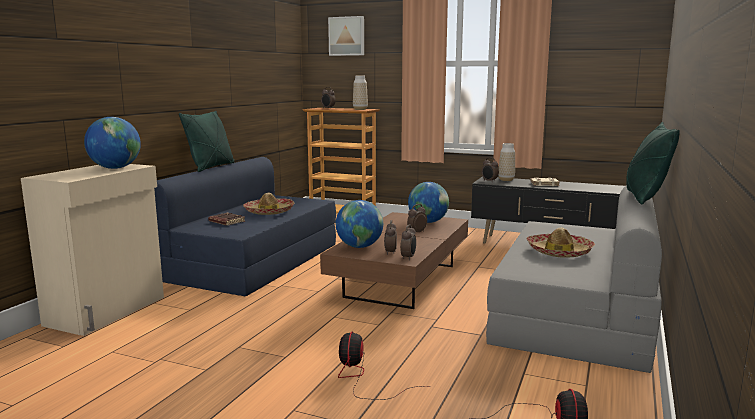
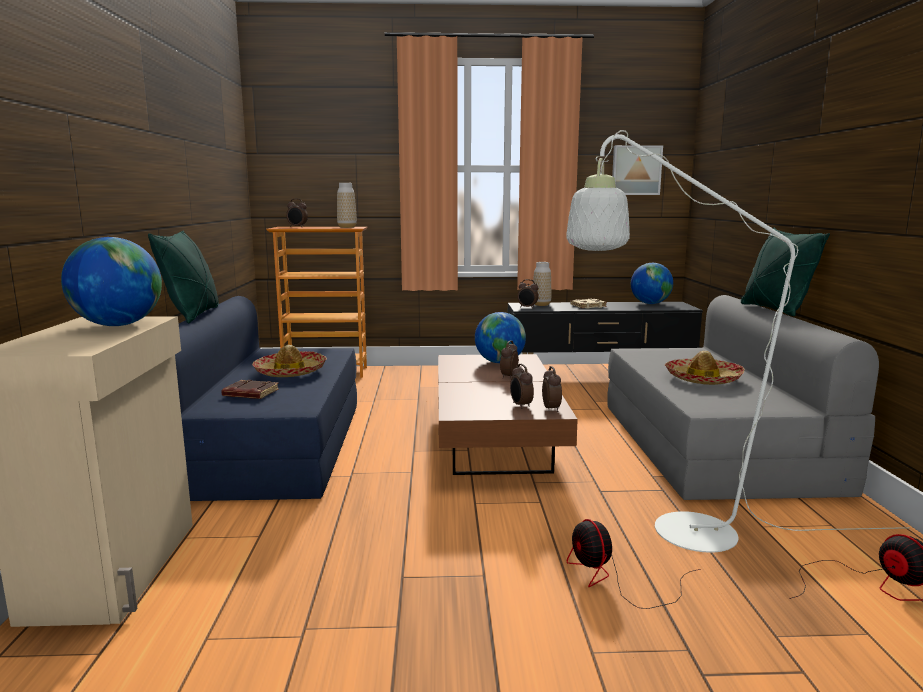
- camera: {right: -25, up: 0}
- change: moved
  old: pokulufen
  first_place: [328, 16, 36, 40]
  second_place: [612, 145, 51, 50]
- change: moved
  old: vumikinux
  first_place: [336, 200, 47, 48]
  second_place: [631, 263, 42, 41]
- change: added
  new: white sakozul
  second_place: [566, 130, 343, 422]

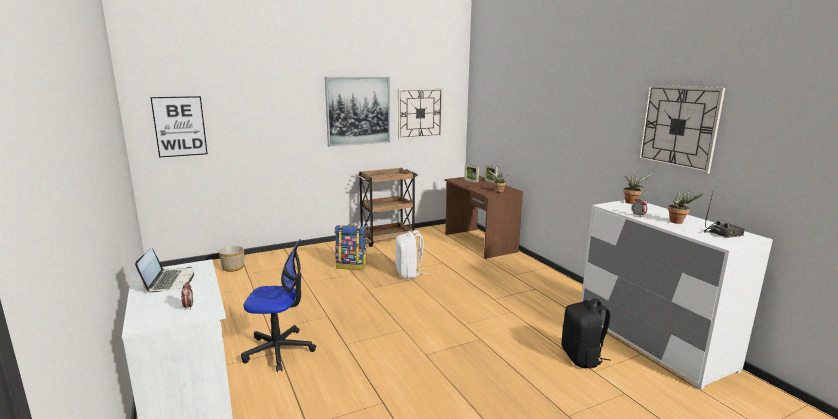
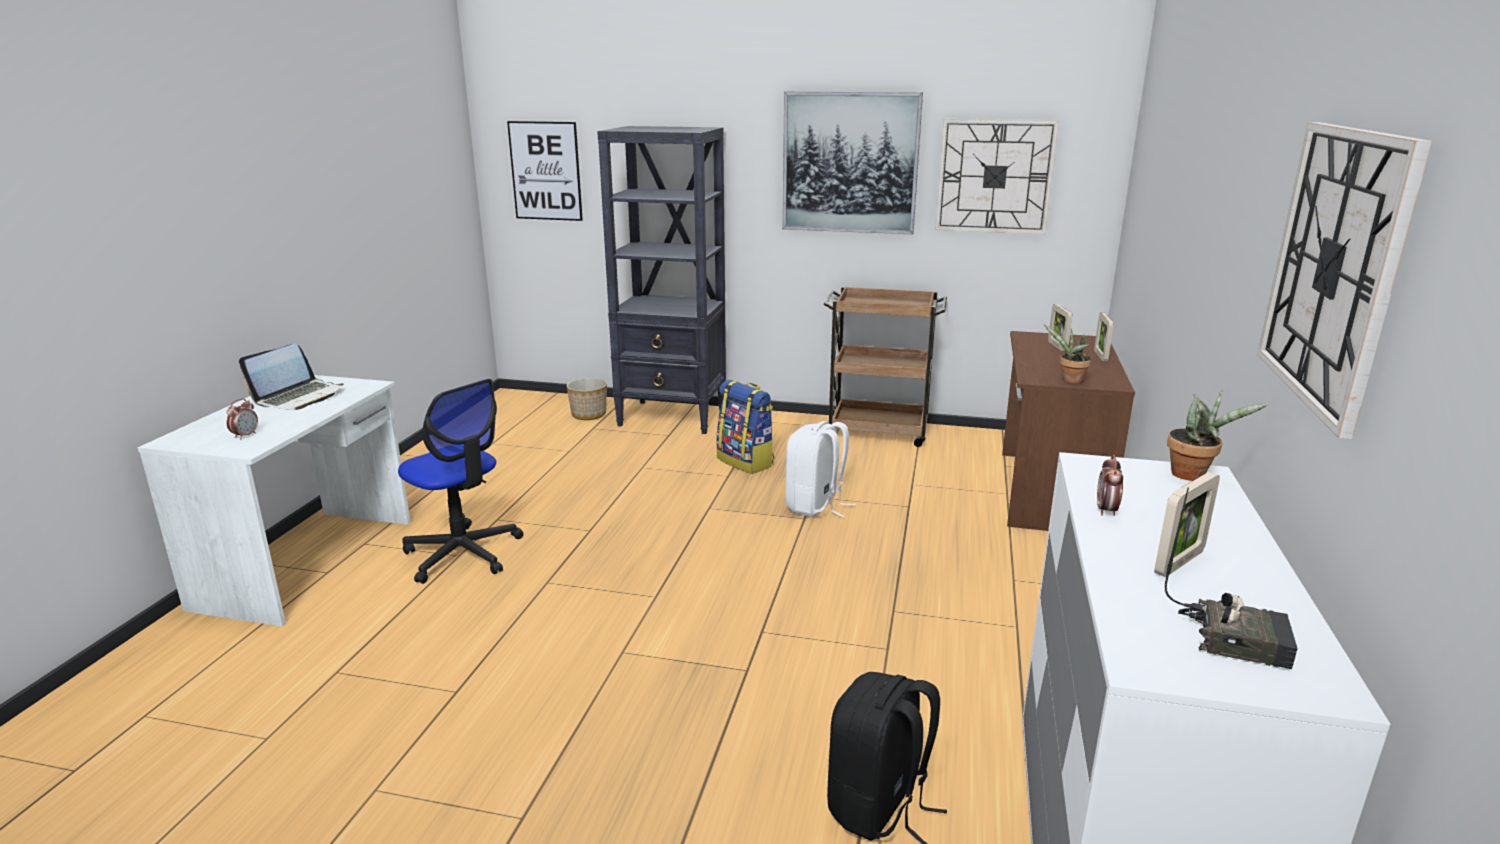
- camera: {right: 40, up: 5}
- change: replaced
  old: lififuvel
  new: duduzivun
  first_place: [668, 189, 36, 35]
  second_place: [1154, 472, 66, 105]
- change: added
  new: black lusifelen
  second_place: [597, 126, 129, 308]

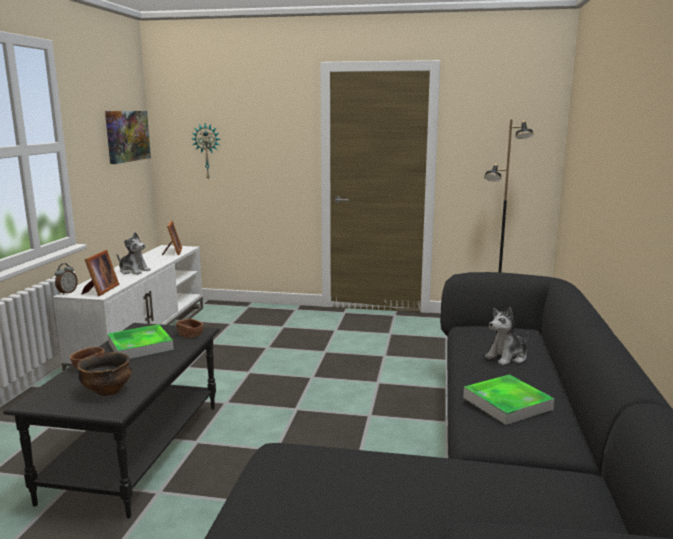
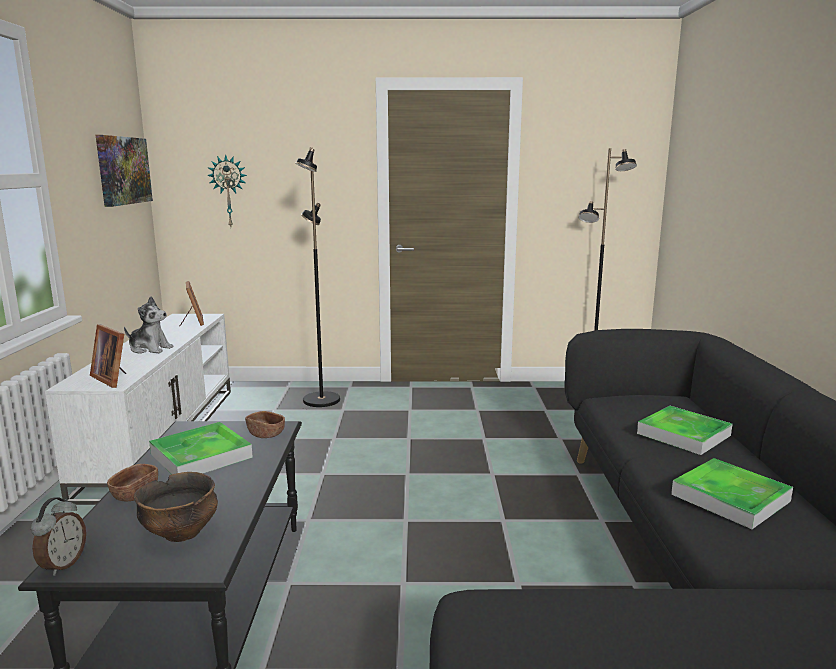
- camera: {right: -10, up: 0}
- change: turned
  old: duduzivun
  first_place: [81, 250, 38, 46]
  second_place: [90, 324, 37, 64]
  degrees: 135
- change: moved
  old: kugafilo
  first_place: [55, 263, 23, 32]
  second_place: [31, 497, 55, 79]
- change: replaced
  old: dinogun
  new: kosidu
  first_place: [485, 307, 44, 59]
  second_place: [637, 406, 95, 49]
- change: added
  new: black sakozul
  second_place: [295, 147, 45, 260]

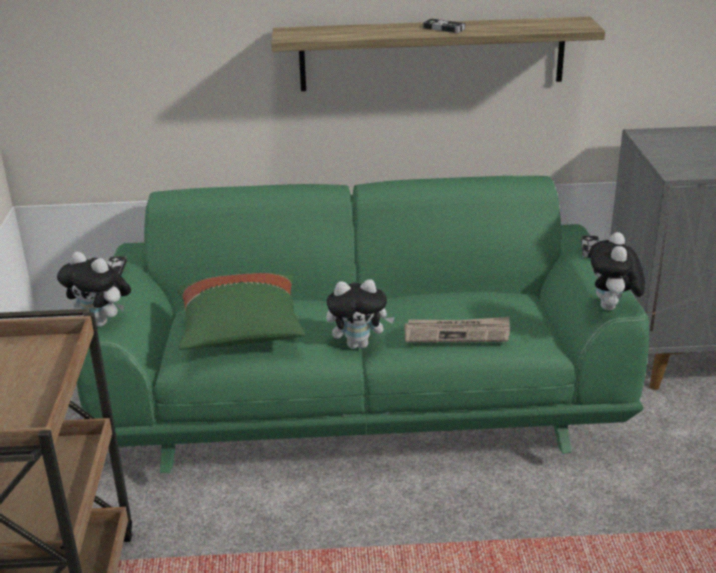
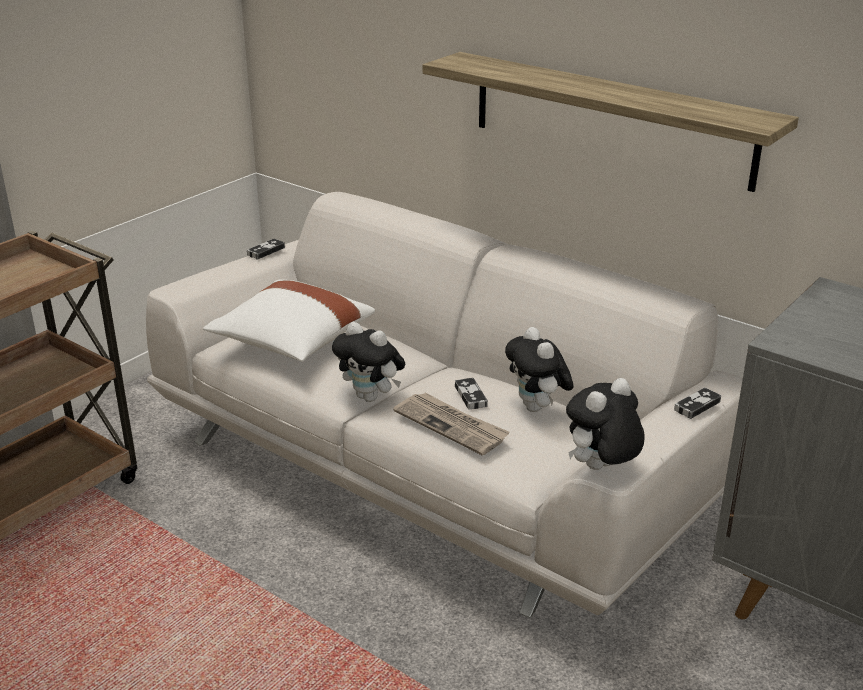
- camera: {right: 40, up: 0}
- change: moved
  old: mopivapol
  first_place: [423, 19, 43, 14]
  second_place: [455, 378, 33, 32]
- change: recoloured
  old: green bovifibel
  new: white bovifibel
  first_place: [76, 176, 573, 297]
  second_place: [146, 192, 597, 426]
- change: moved
  old: dinogun
  first_place: [57, 251, 74, 76]
  second_place: [505, 327, 69, 85]
- change: recoloured
  old: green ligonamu
  new: white ligonamu
  first_place: [176, 273, 129, 77]
  second_place: [203, 279, 172, 83]

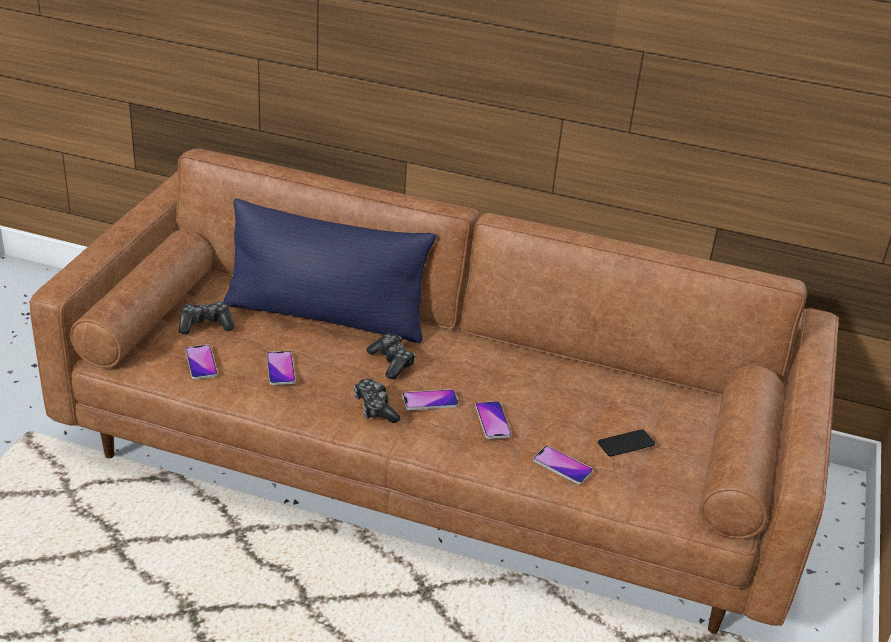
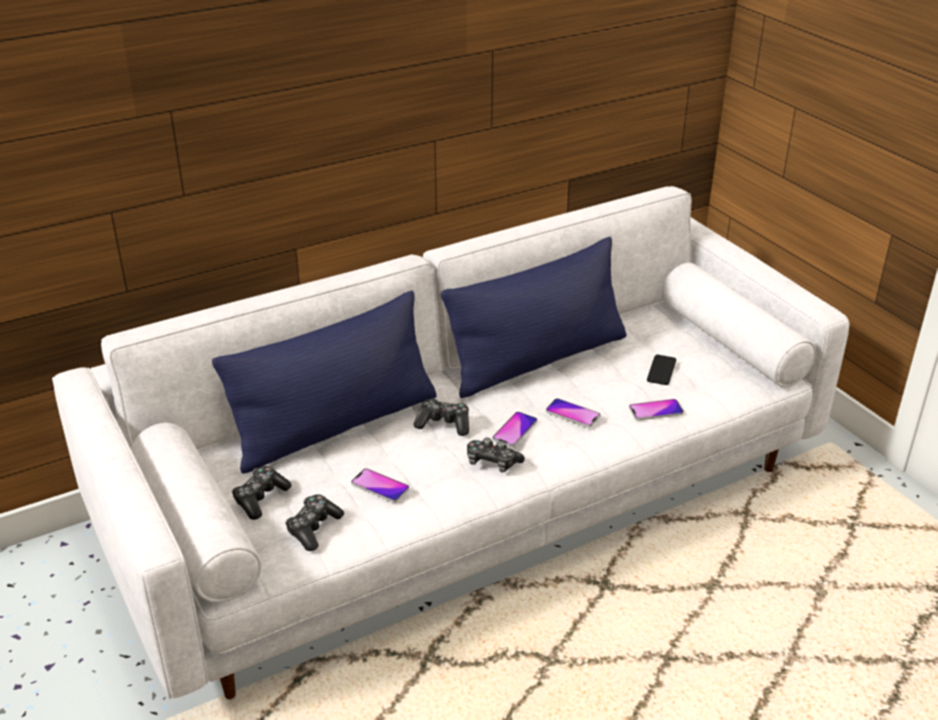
- camera: {right: -45, up: 0}
- change: recoloured
  old: brown bovifibel
  new: white bovifibel
  first_place: [30, 148, 809, 486]
  second_place: [52, 186, 798, 513]
- change: replaced
  old: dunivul
  new: mopivapol
  first_place: [185, 345, 33, 34]
  second_place: [285, 494, 59, 57]
- change: added
  new: blue ligonamu
  second_place: [441, 237, 185, 161]

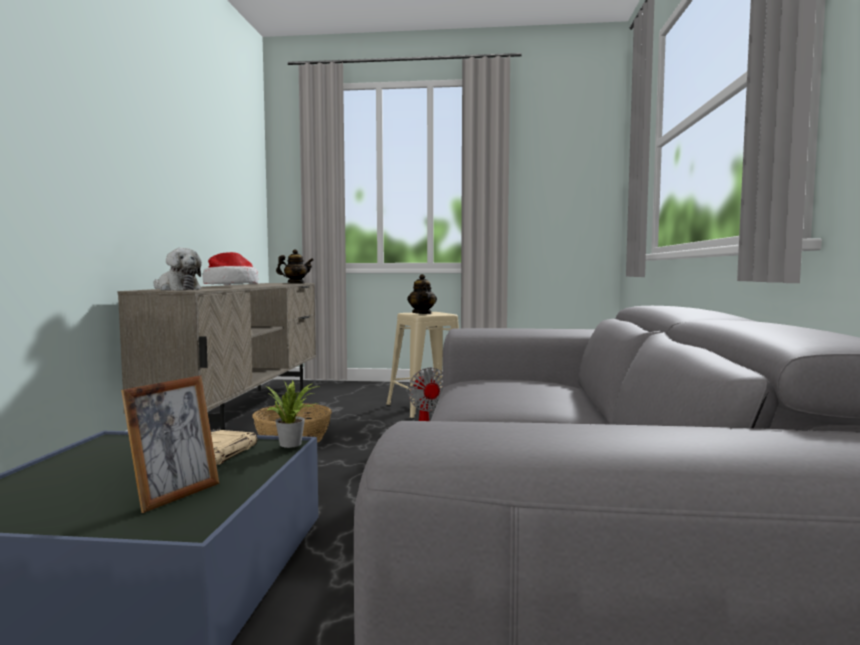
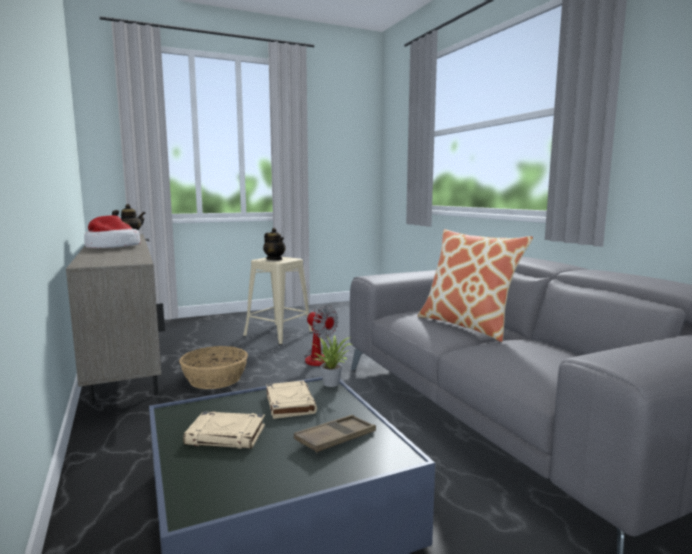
- camera: {right: -30, up: 5}
- change: removed
  old: dinogun
  first_place: [154, 248, 48, 43]
- change: replaced
  old: duduzivun
  new: brown kosidu
  first_place: [121, 375, 98, 138]
  second_place: [294, 415, 82, 38]
- change: added
  new: ligonamu
  second_place: [418, 229, 115, 113]
- change: added
  new: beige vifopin
  second_place: [183, 411, 82, 38]

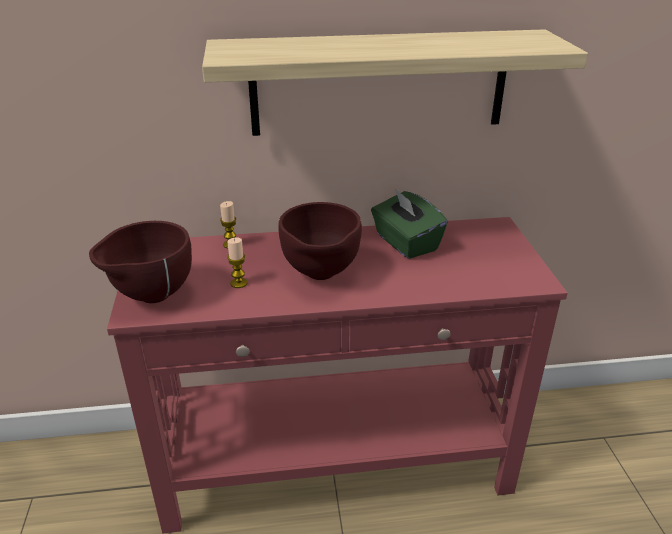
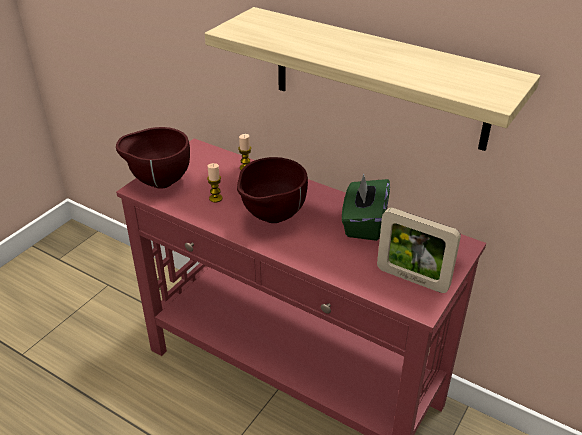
- camera: {right: 40, up: 5}
- change: added
  new: duduzivun
  second_place: [377, 208, 84, 85]

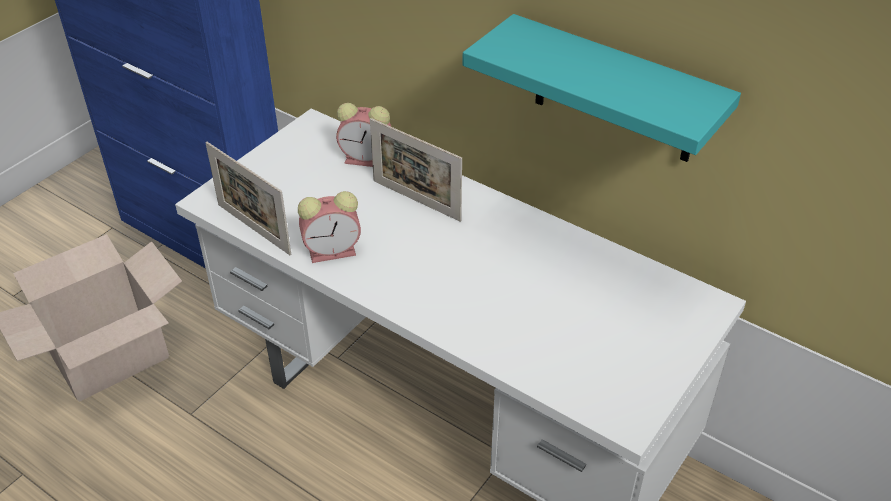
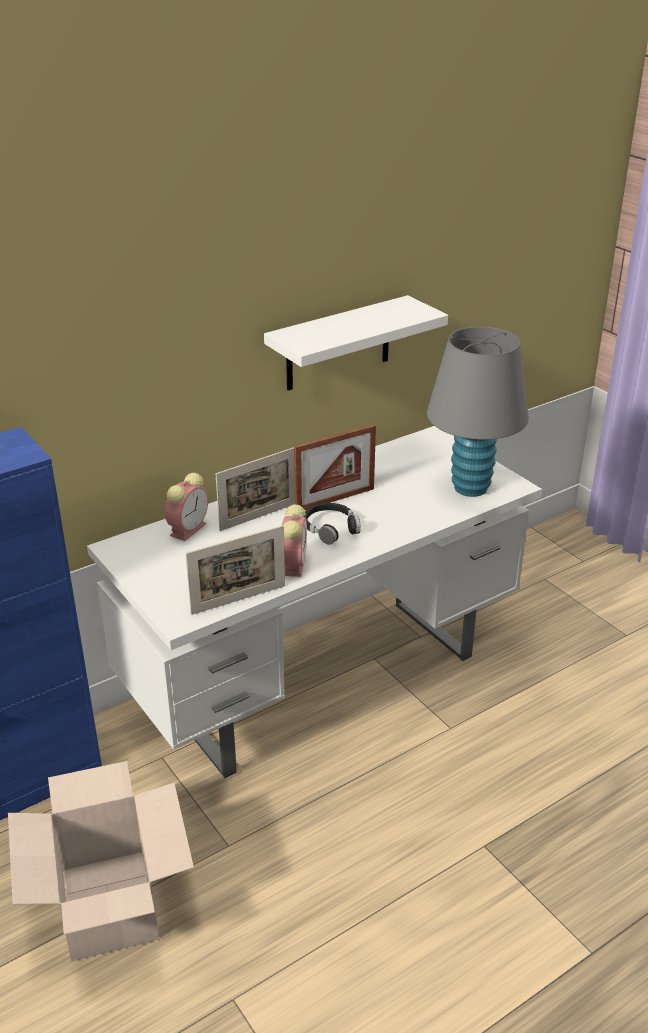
- camera: {right: -70, up: -10}
- change: recoloured
  old: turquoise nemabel
  new: white nemabel
  first_place: [462, 14, 279, 148]
  second_place: [264, 295, 184, 96]
- change: added
  new: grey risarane
  second_place: [427, 327, 102, 170]
- change: added
  new: duduzivun
  second_place: [294, 424, 82, 86]
- change: added
  new: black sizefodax
  second_place: [303, 503, 58, 42]

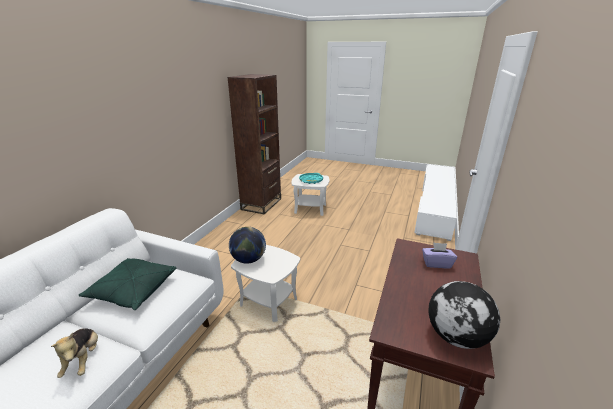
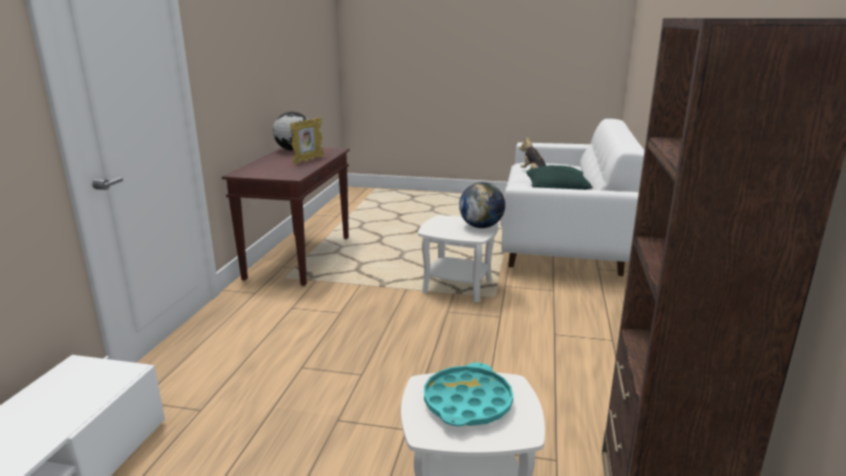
- camera: {right: 170, up: -5}
- change: removed
  old: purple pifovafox
  first_place: [422, 243, 35, 26]
- change: added
  new: duduzivun
  second_place: [290, 117, 34, 47]

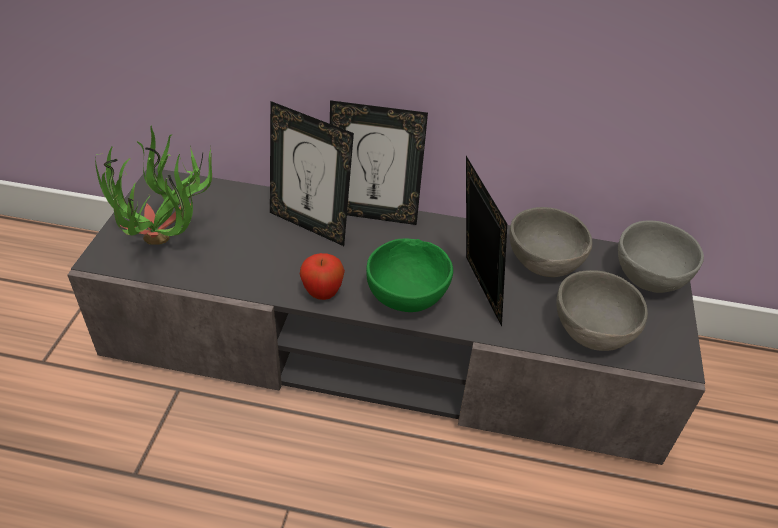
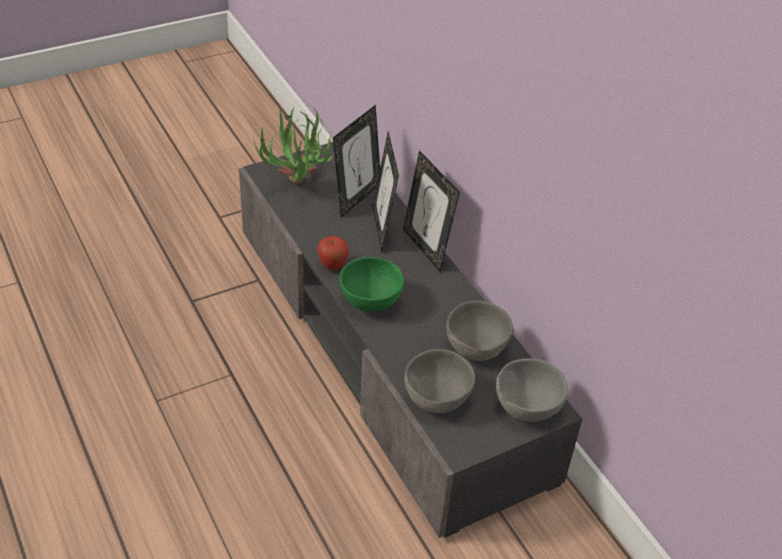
- camera: {right: 50, up: 0}
- change: moved
  old: duduzivun
  first_place: [466, 156, 41, 170]
  second_place: [333, 105, 47, 113]

